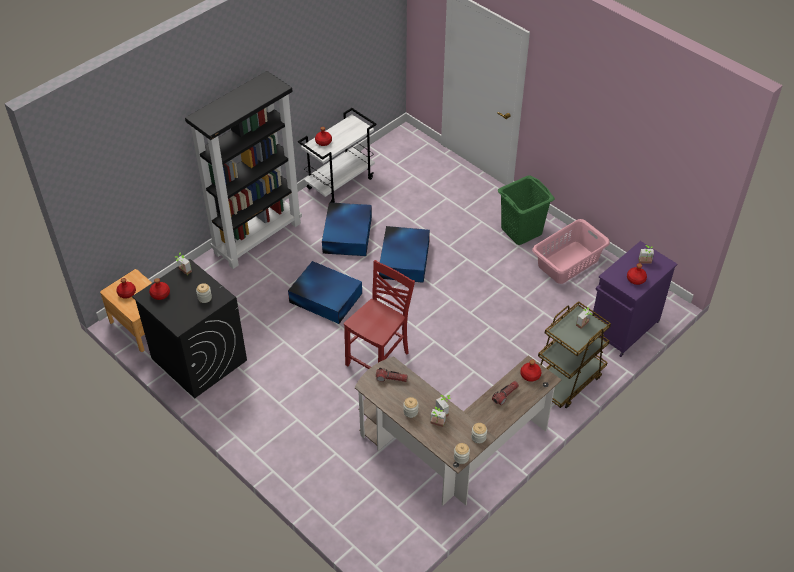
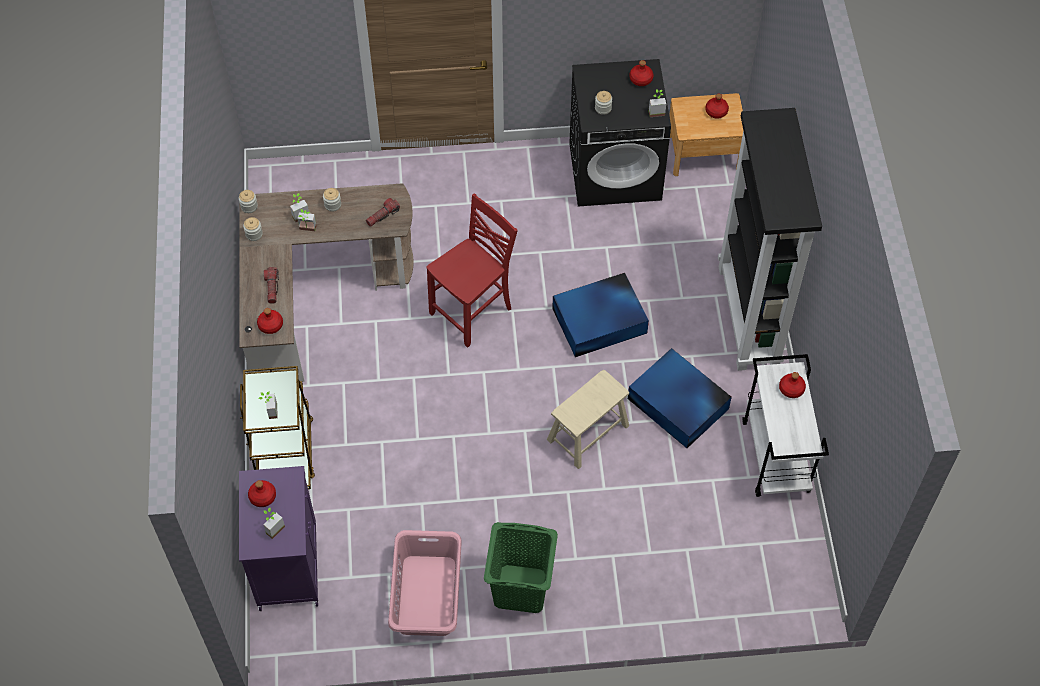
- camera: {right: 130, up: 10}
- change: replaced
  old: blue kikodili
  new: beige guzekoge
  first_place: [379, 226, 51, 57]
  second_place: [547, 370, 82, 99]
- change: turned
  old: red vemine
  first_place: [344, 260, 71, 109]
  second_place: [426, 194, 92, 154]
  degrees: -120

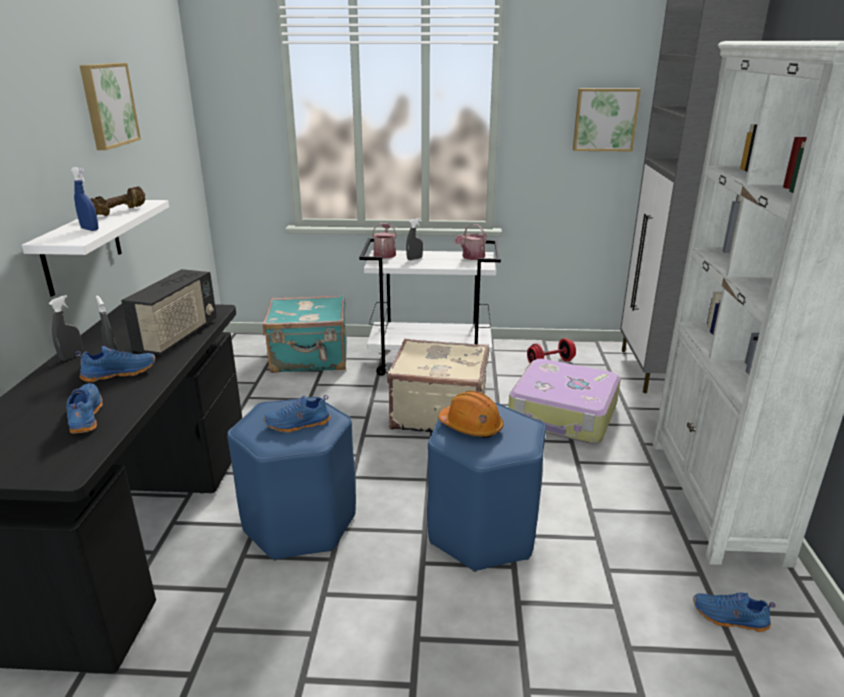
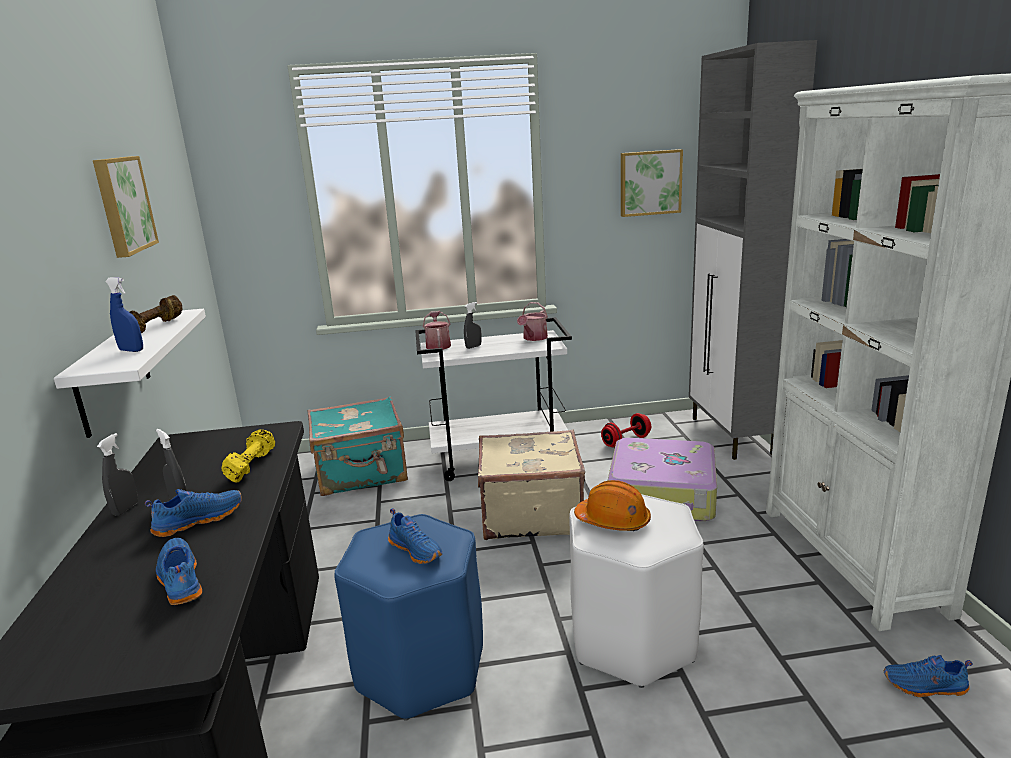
- camera: {right: -10, up: -5}
- change: replaced
  old: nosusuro
  new: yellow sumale
  first_place: [121, 269, 96, 86]
  second_place: [221, 430, 54, 52]
- change: turned
  old: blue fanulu
  first_place: [263, 395, 68, 38]
  second_place: [388, 508, 55, 56]
  degrees: -105
- change: recoloured
  old: blue guzekoge
  new: white guzekoge
  first_place: [427, 403, 119, 169]
  second_place: [569, 494, 135, 194]

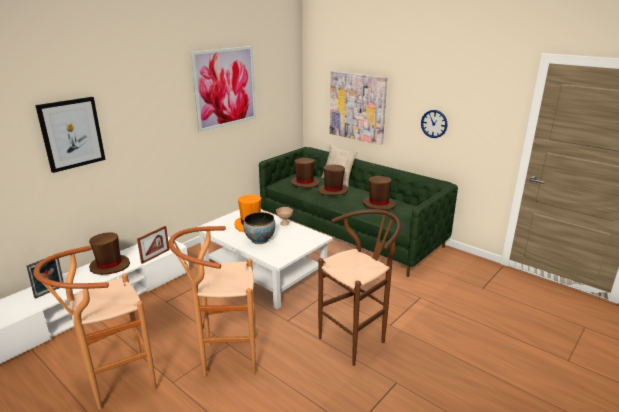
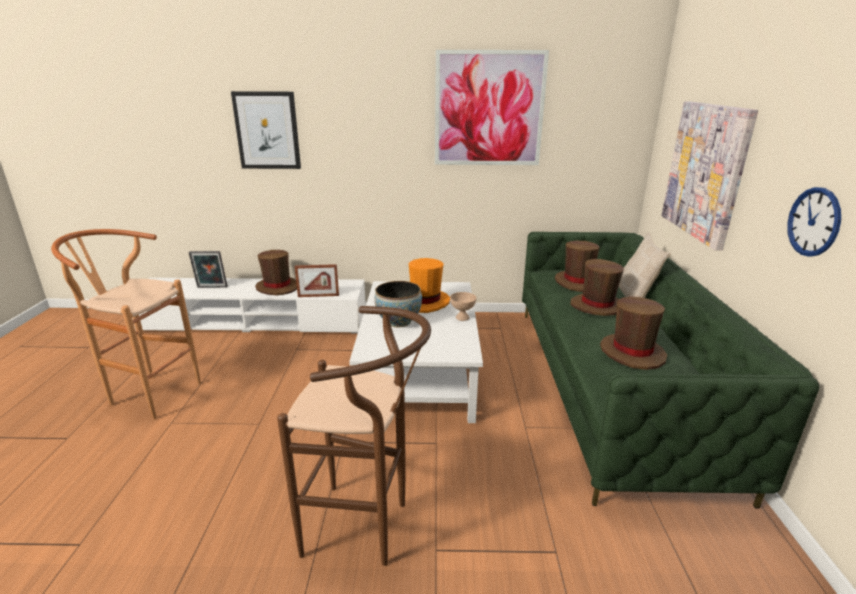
- camera: {right: 50, up: 0}
- change: removed
  old: brown guzekoge
  first_place: [168, 226, 88, 150]

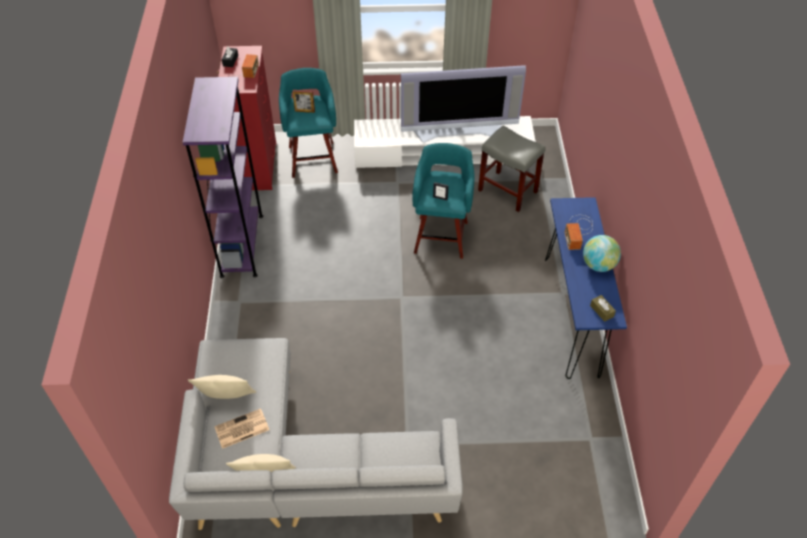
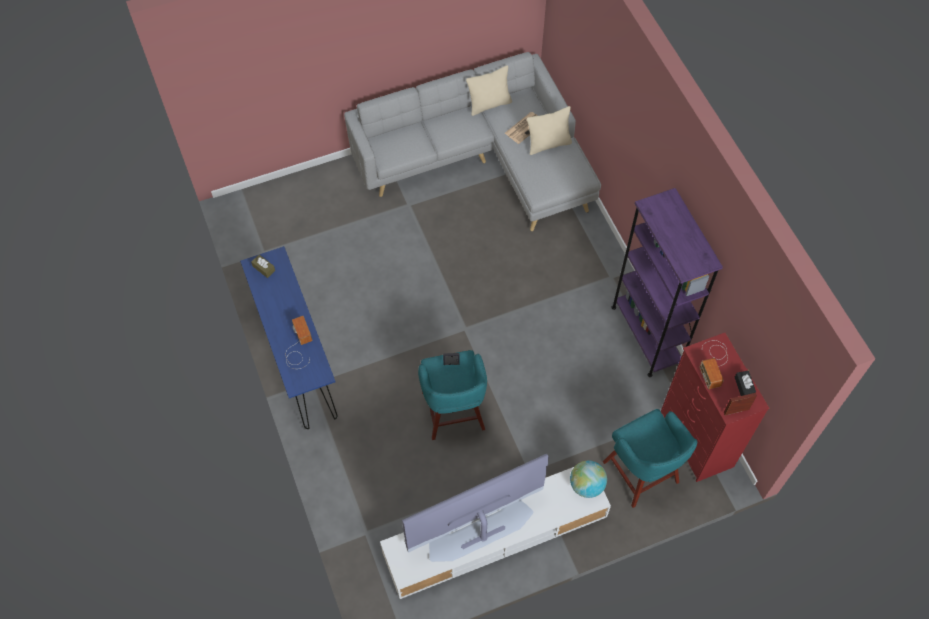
- camera: {right: 160, up: 10}
- change: moved
  old: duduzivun
  first_place: [292, 90, 23, 23]
  second_place: [724, 393, 33, 22]
- change: removed
  old: grey guzekoge
  first_place: [478, 125, 68, 87]
- change: moved
  old: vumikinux
  first_place: [583, 235, 38, 37]
  second_place: [570, 461, 37, 37]

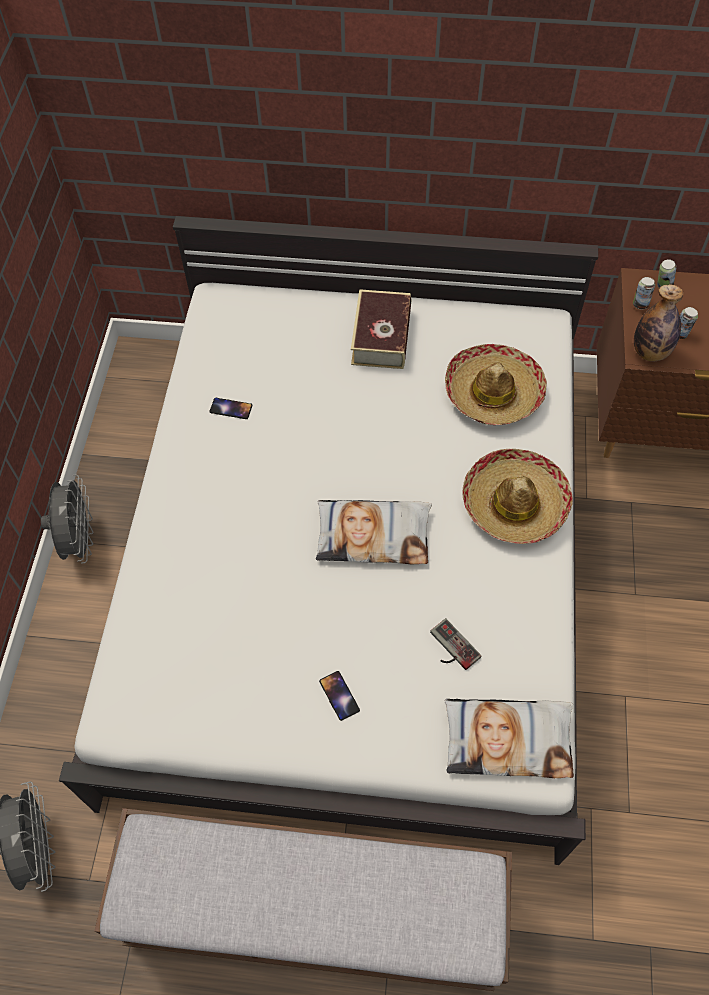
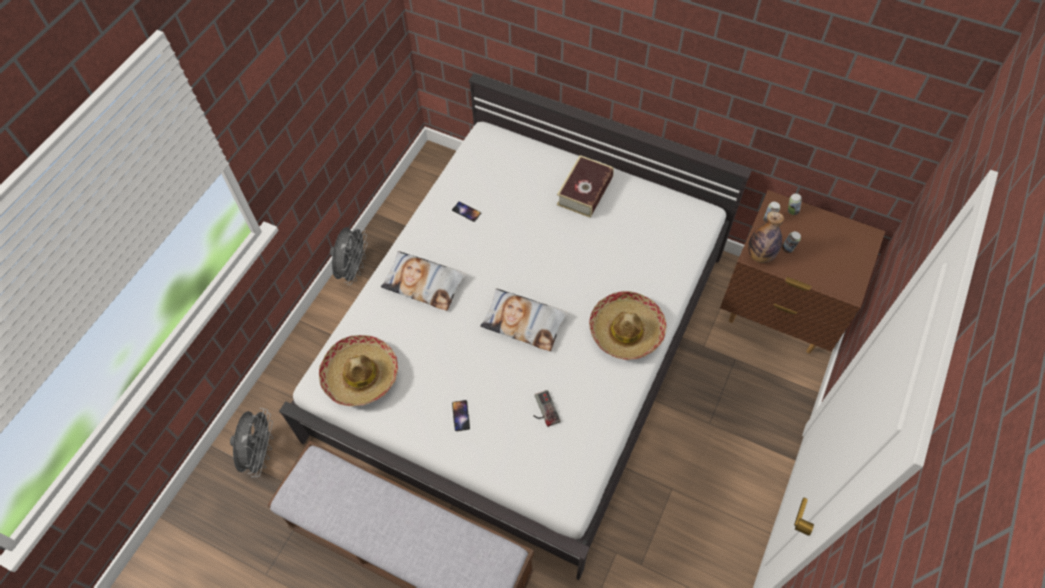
- camera: {right: 20, up: 0}
- change: moved
  old: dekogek
  first_place: [445, 344, 102, 81]
  second_place: [319, 335, 79, 71]
- change: moved
  old: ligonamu
  first_place: [444, 699, 130, 79]
  second_place: [381, 251, 86, 60]

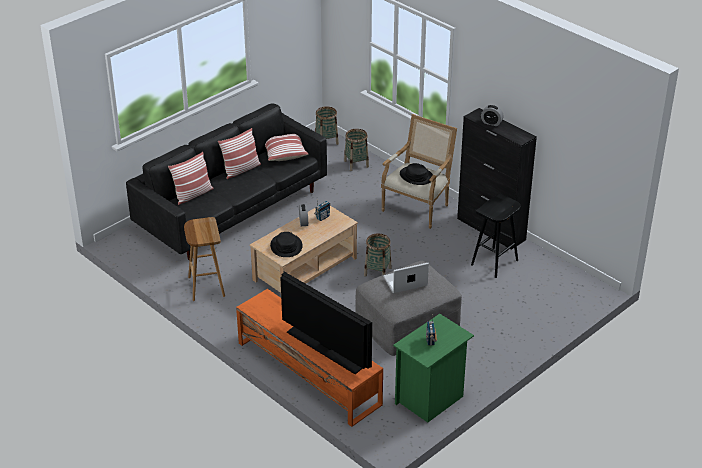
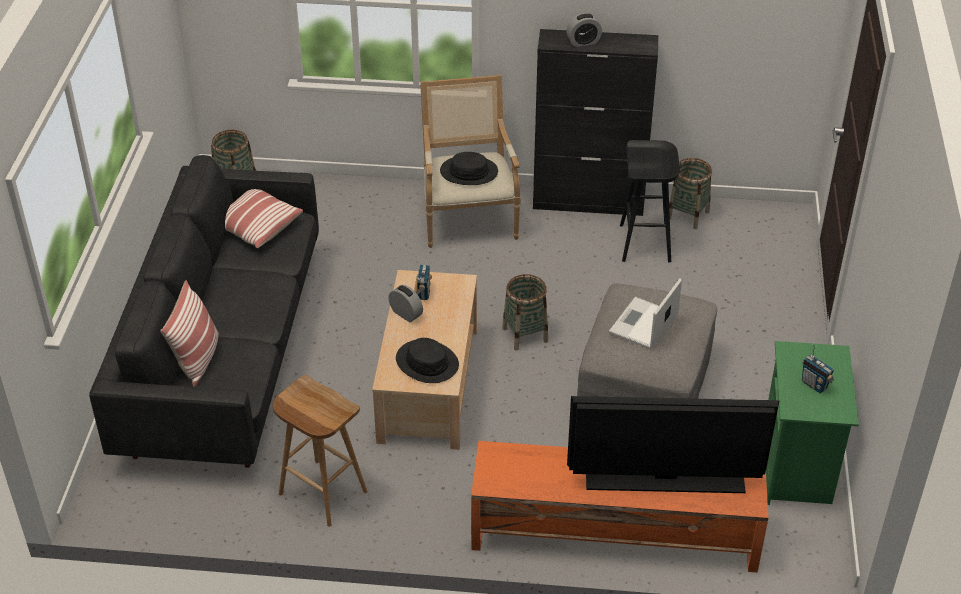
- camera: {right: -40, up: 5}
- change: removed
  old: ligonamu
  first_place: [218, 128, 43, 51]
- change: moved
  old: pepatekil
  first_place: [344, 129, 25, 42]
  second_place: [669, 158, 43, 71]

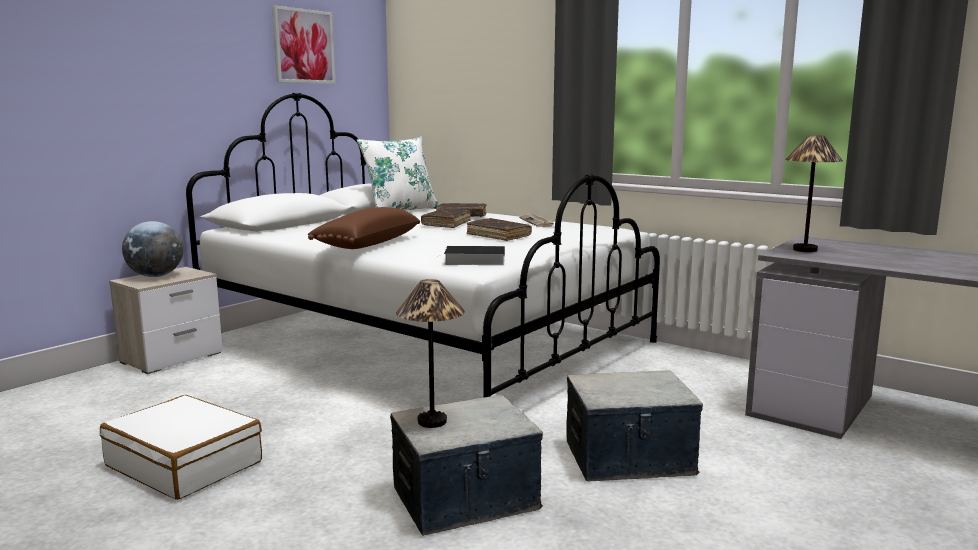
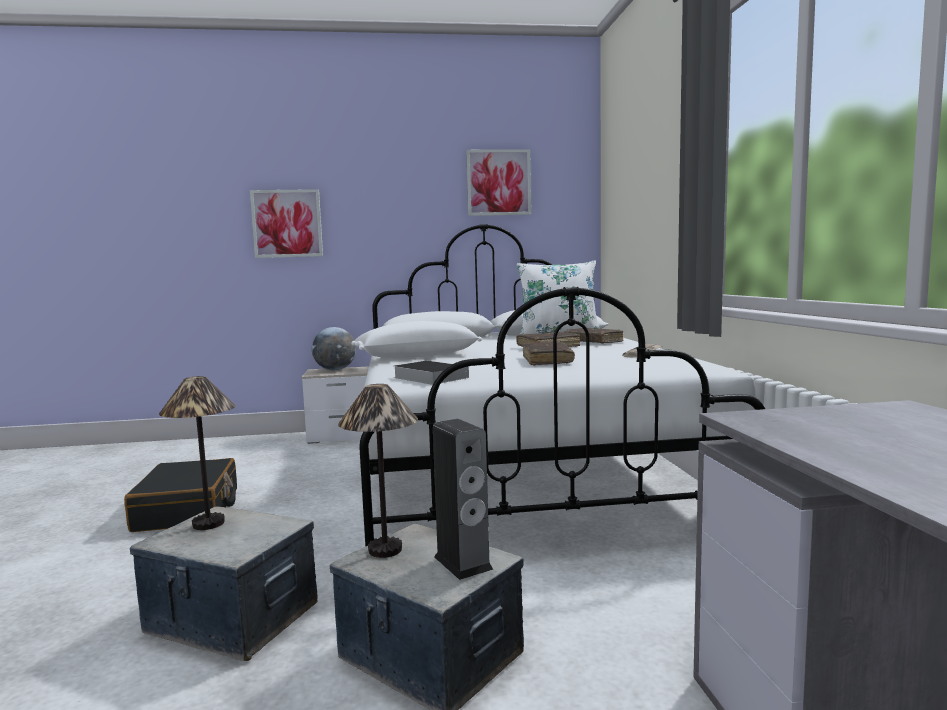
- camera: {right: 45, up: -5}
- change: moved
  old: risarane
  first_place: [785, 135, 58, 117]
  second_place: [338, 384, 80, 174]
- change: recoloured
  old: brown ligonamu
  new: white ligonamu
  first_place: [308, 207, 112, 42]
  second_place: [351, 321, 131, 37]
- change: recoloured
  old: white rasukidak
  new: black rasukidak
  first_place: [100, 395, 162, 105]
  second_place: [124, 458, 113, 74]
- change: added
  new: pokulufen
  second_place: [250, 189, 73, 69]
- change: added
  new: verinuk
  second_place: [433, 419, 61, 161]

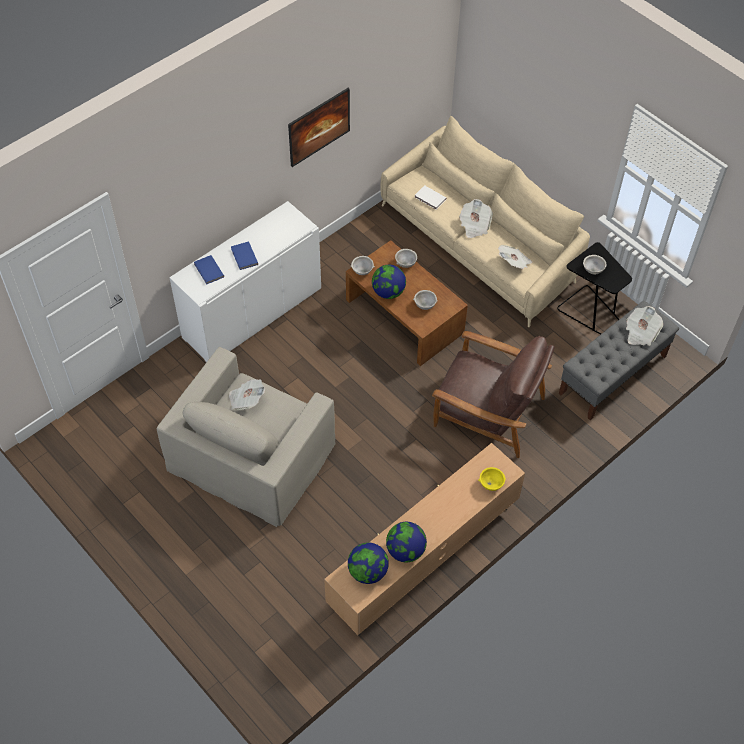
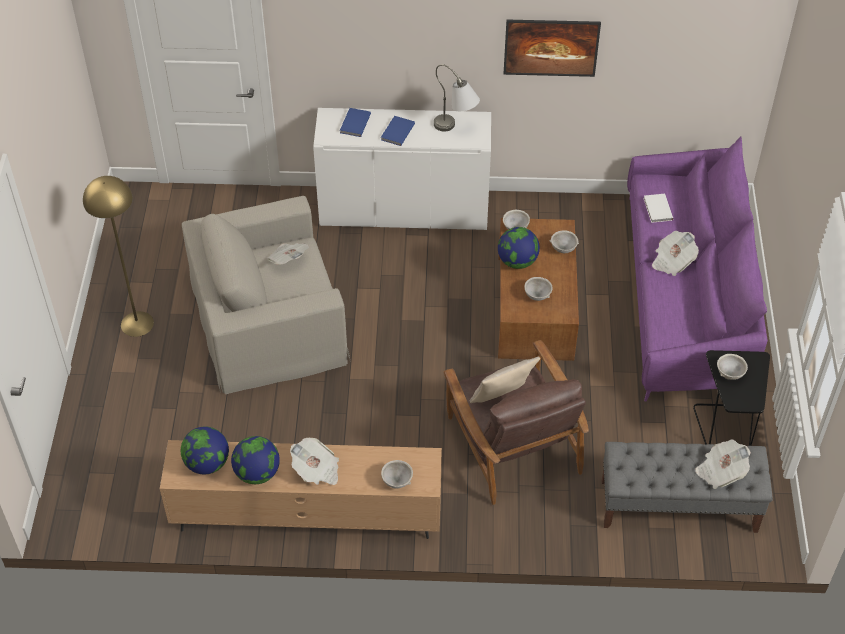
- camera: {right: 45, up: -5}
- change: recoloured
  old: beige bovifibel
  new: purple bovifibel
  first_place: [381, 115, 209, 212]
  second_place: [627, 136, 141, 266]
- change: moved
  old: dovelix
  first_place: [498, 245, 34, 24]
  second_place: [290, 438, 49, 47]
- change: recoloured
  old: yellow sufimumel
  new: grey sufimumel
  first_place: [478, 467, 28, 24]
  second_place: [381, 460, 32, 29]
- change: added
  new: grey risarane
  second_place: [434, 64, 46, 68]
- change: added
  new: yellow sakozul
  second_place: [83, 176, 71, 161]
- change: added
  new: beige ligonamu
  second_place: [469, 357, 71, 46]

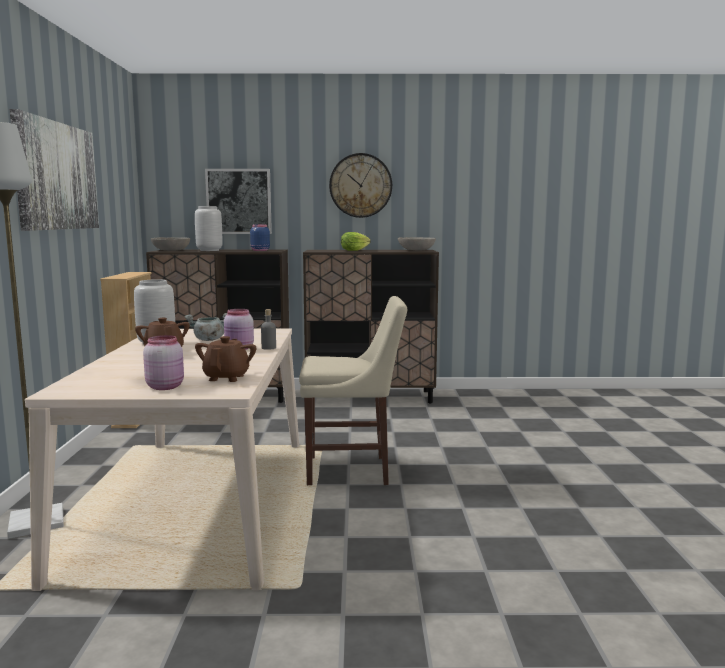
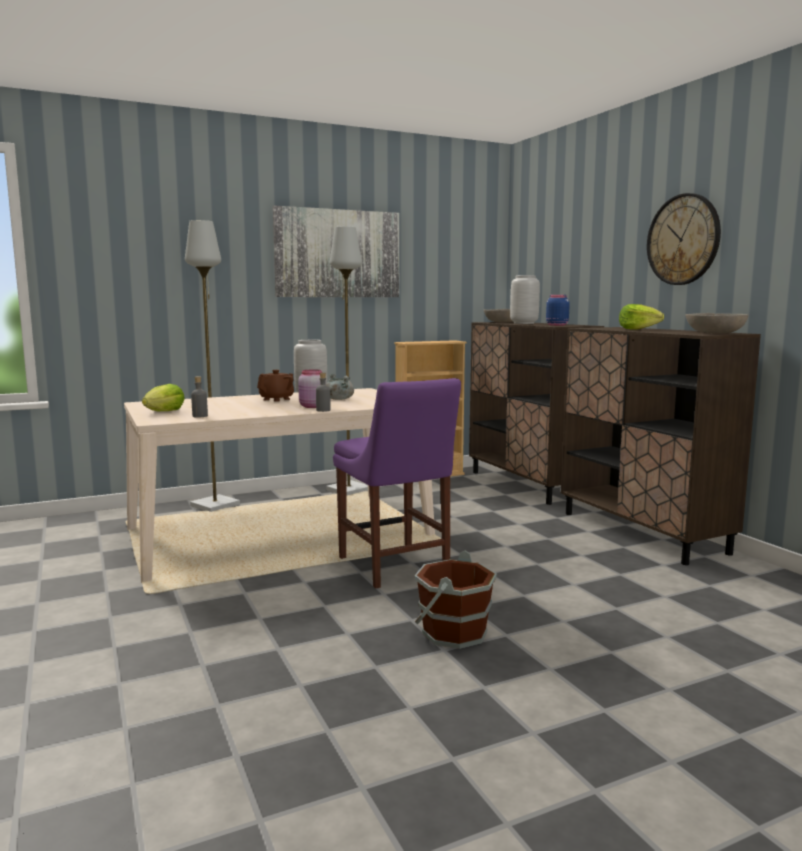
- camera: {right: 65, up: 0}
- change: removed
  old: pokulufen
  first_place: [205, 169, 67, 65]
- change: recoloured
  old: beige vemine
  new: purple vemine
  first_place: [299, 296, 108, 189]
  second_place: [333, 378, 128, 211]
- change: replaced
  old: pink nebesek
  new: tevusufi
  first_place: [143, 335, 41, 55]
  second_place: [142, 384, 43, 27]
- change: replaced
  old: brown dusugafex
  new: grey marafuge
  first_place: [195, 336, 61, 46]
  second_place: [191, 376, 17, 42]
- change: added
  new: grey sakozul
  second_place: [326, 227, 42, 269]
- change: added
  new: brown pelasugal
  second_place: [414, 550, 83, 99]

